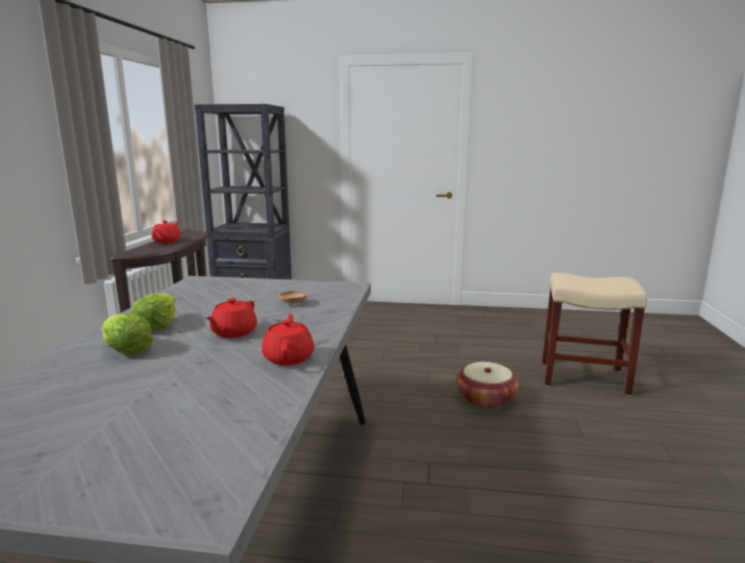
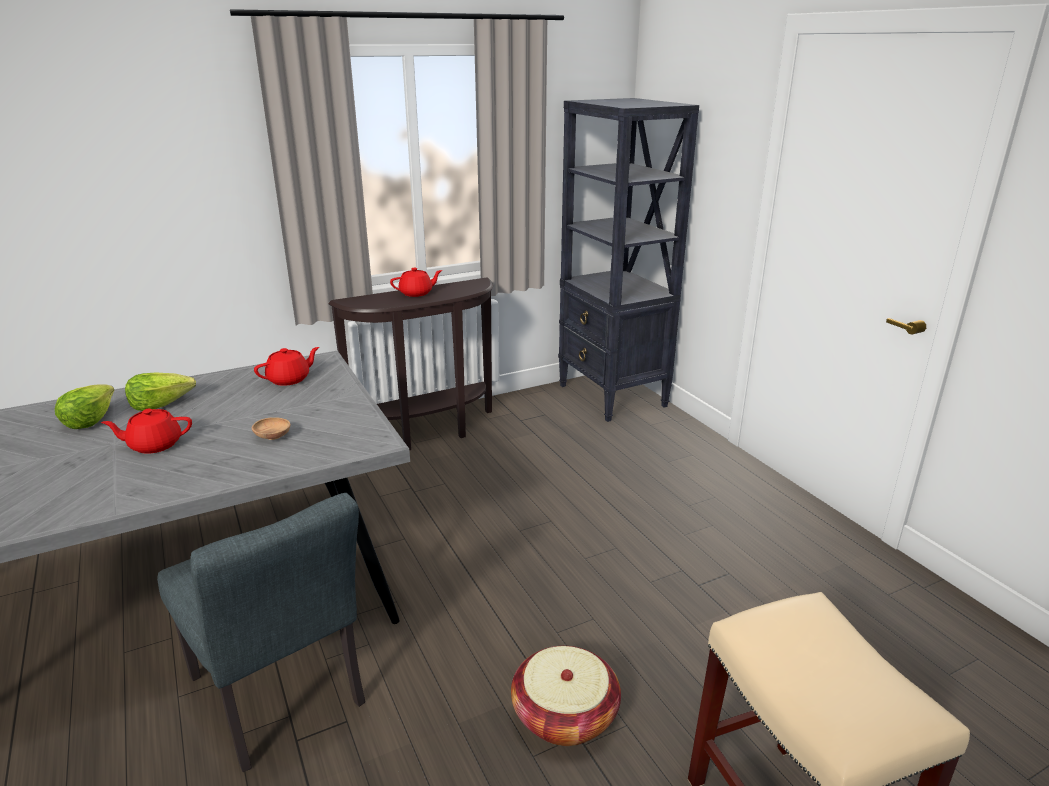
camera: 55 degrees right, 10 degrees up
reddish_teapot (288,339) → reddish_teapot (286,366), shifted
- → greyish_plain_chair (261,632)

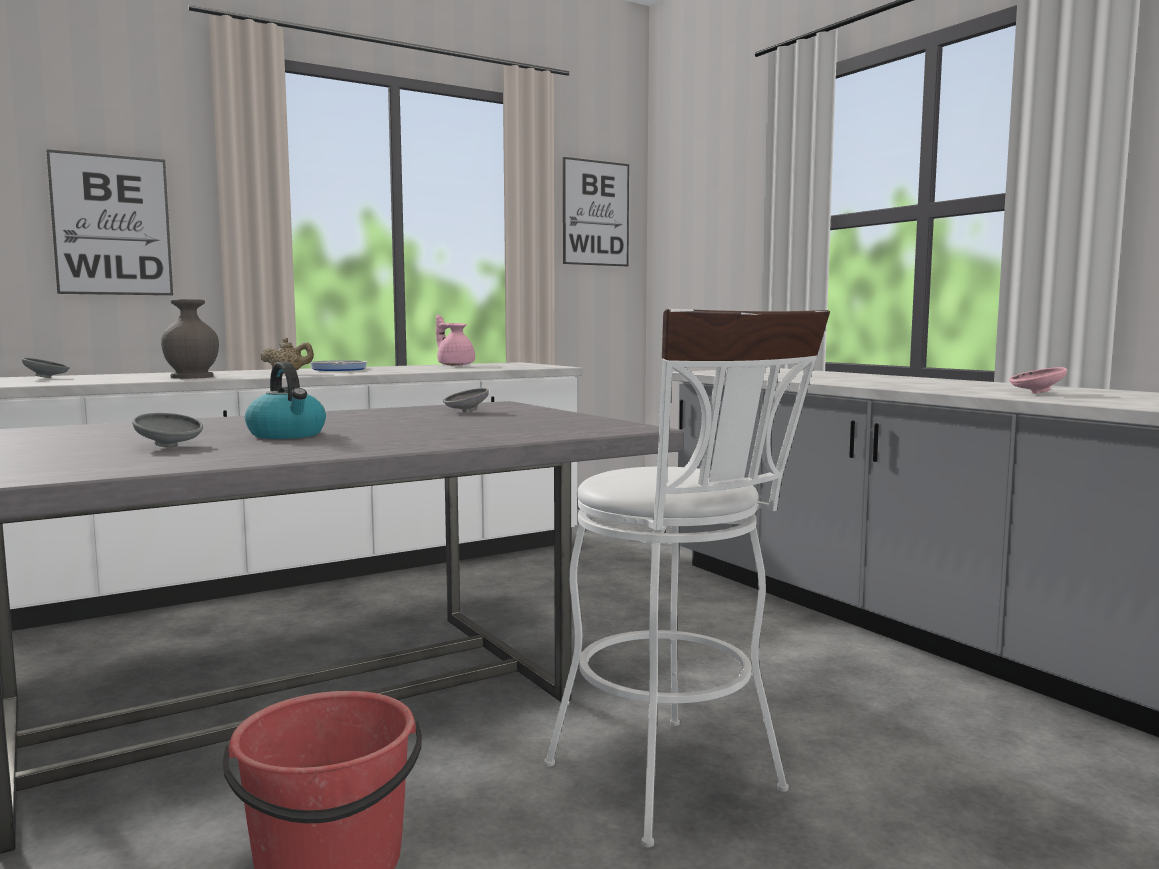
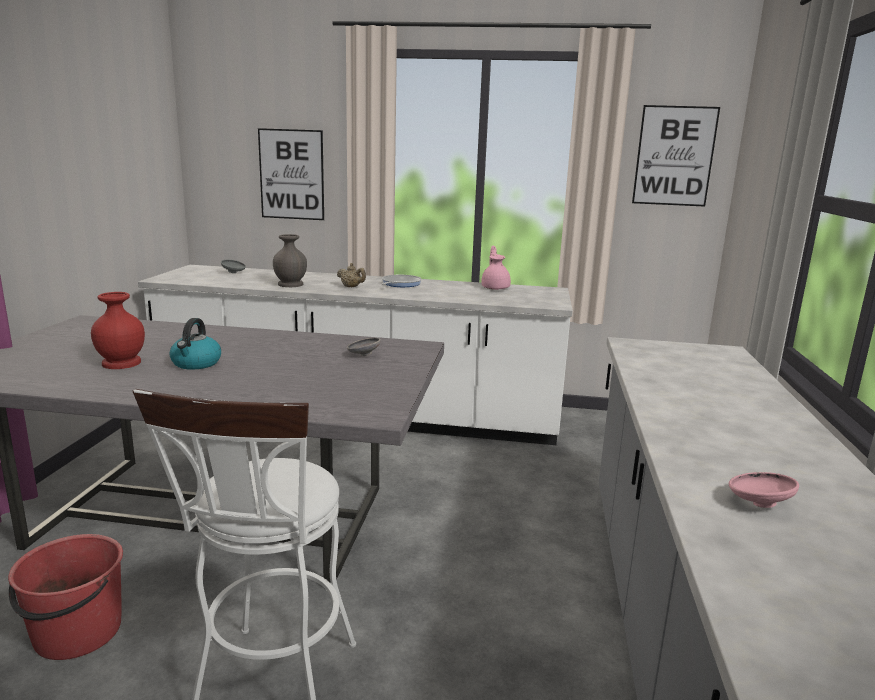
camera: 40 degrees right, 10 degrees up
greyish_serving_bowl (167,430) → reddish_flower_vase (118,330)

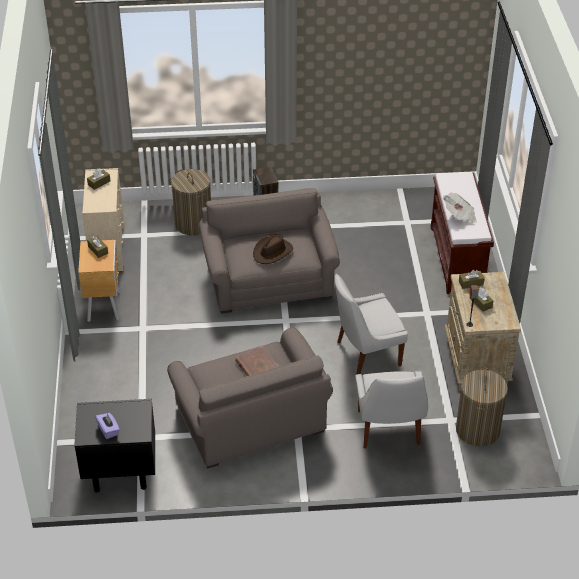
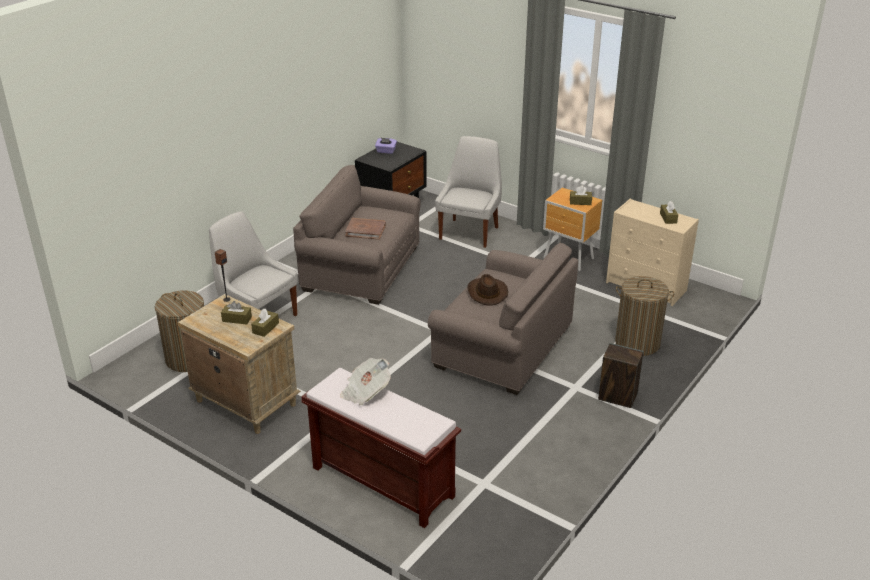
camera: 130 degrees right, 10 degrees down
whitish_plain_chair (371,324) → whitish_plain_chair (468,192), shifted

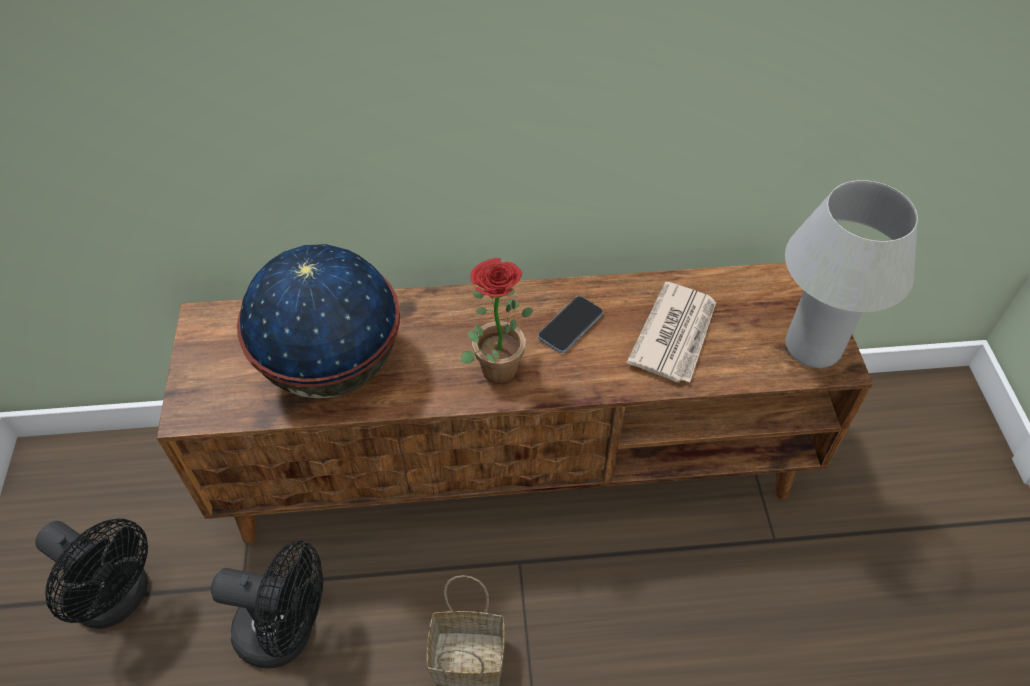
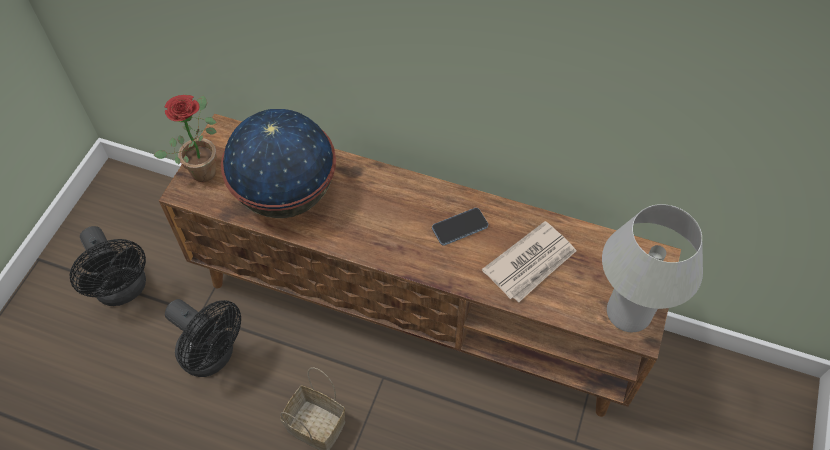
camera: 25 degrees right, 5 degrees up
potted_plant (497,321) → potted_plant (185,138), shifted

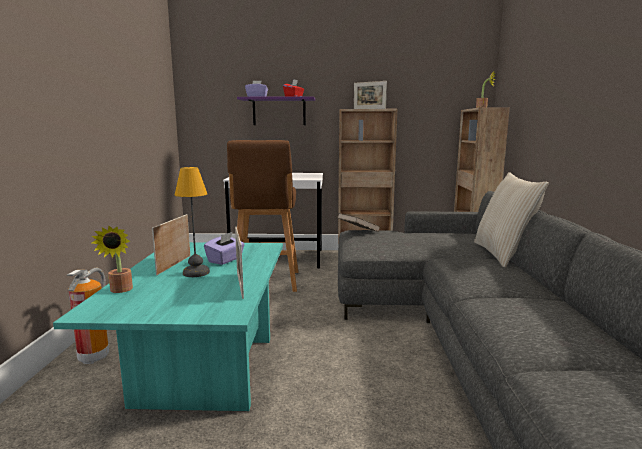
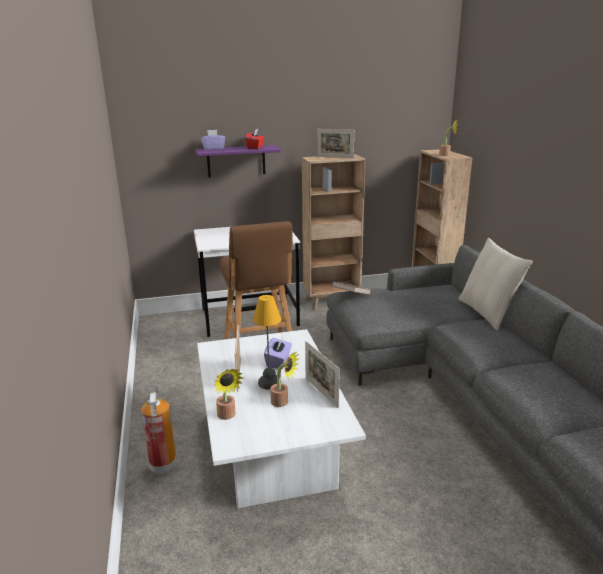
camera: 15 degrees left, 10 degrees up
turquoise-coloured_lounge_table (168,326) → whitish_lounge_table (281,418)
- → potted_plant (284,379)

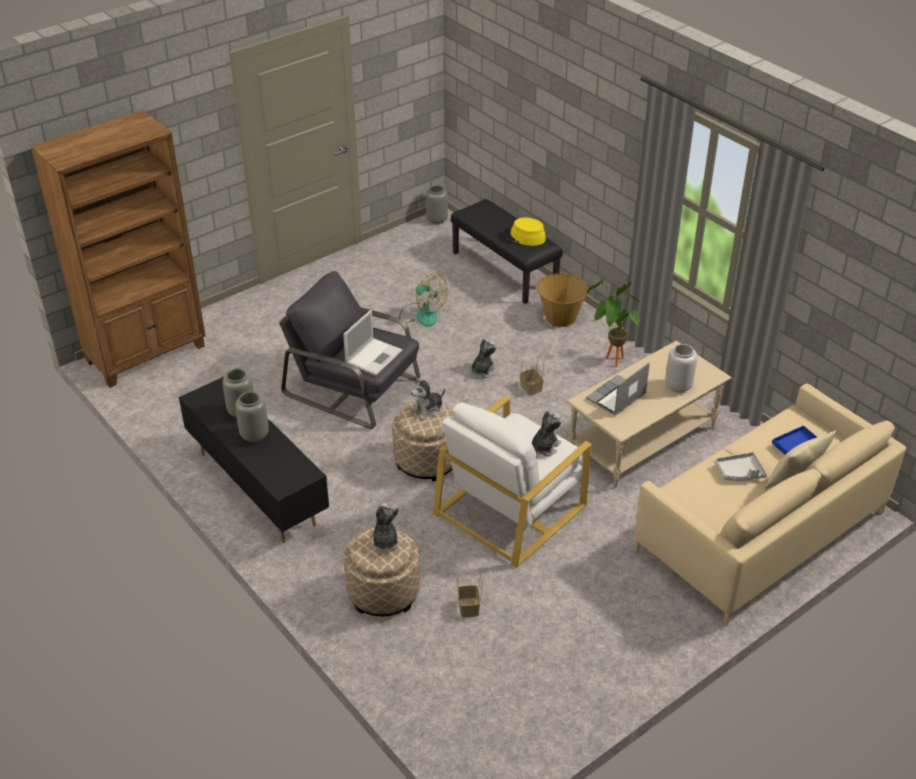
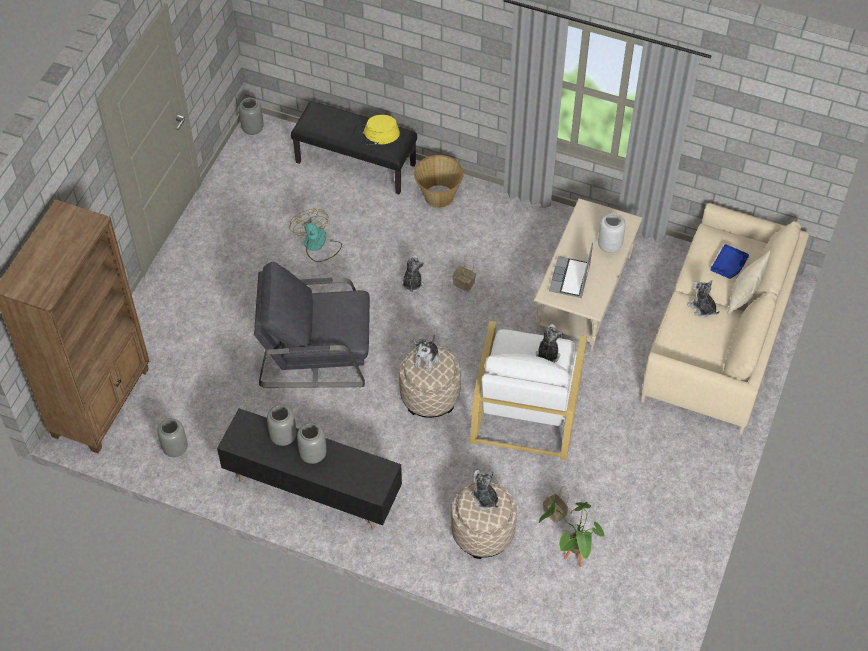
camera: 30 degrees left, 15 degrees up
electric_fan (423,300) → electric_fan (315,235), 120 degrees counterclockwise
potted_plant (613,321) → potted_plant (572,534), shifted
notebook_computer (372,342) → -
greyish_carrying_tray (741,466) → soft_toy (703,299)
- → greyish_flower_vase (172,437)

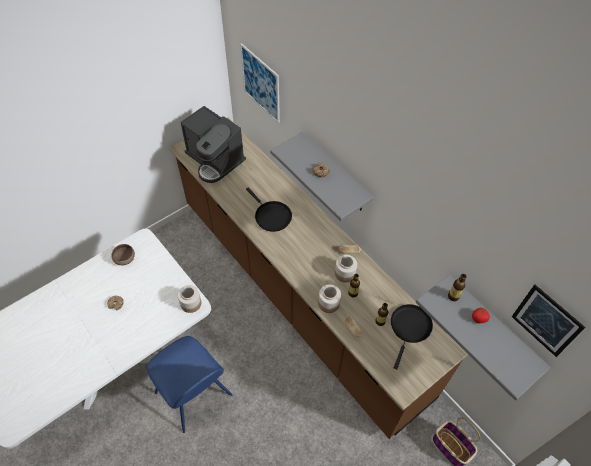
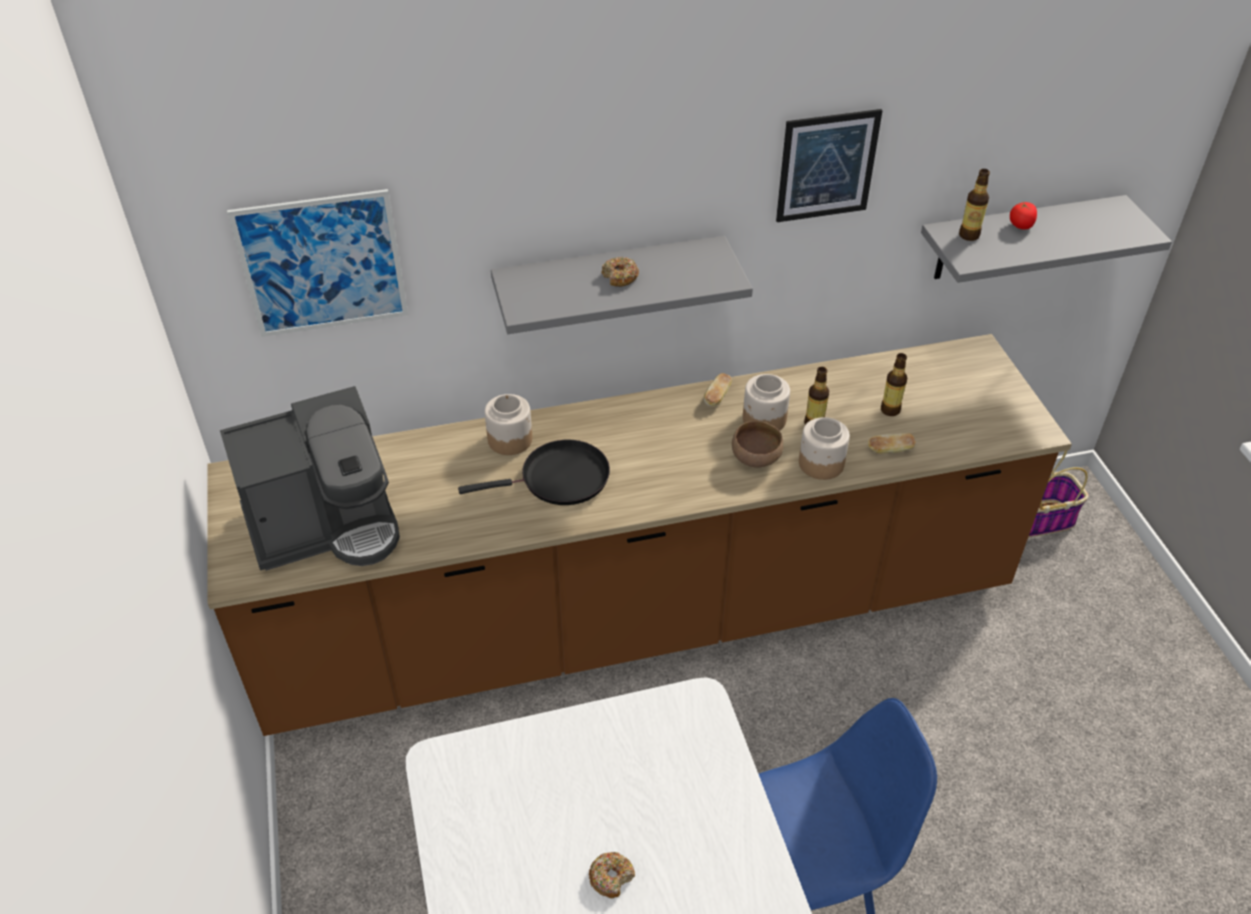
camera: 65 degrees left, 10 degrees down
brownish_serving_bowl (123,254) → brownish_serving_bowl (757,444), shifted
jar (189,299) → jar (508,424), shifted
picture (549,321) → picture (829,165), shifted
black-coloured_pan (412,337) → -

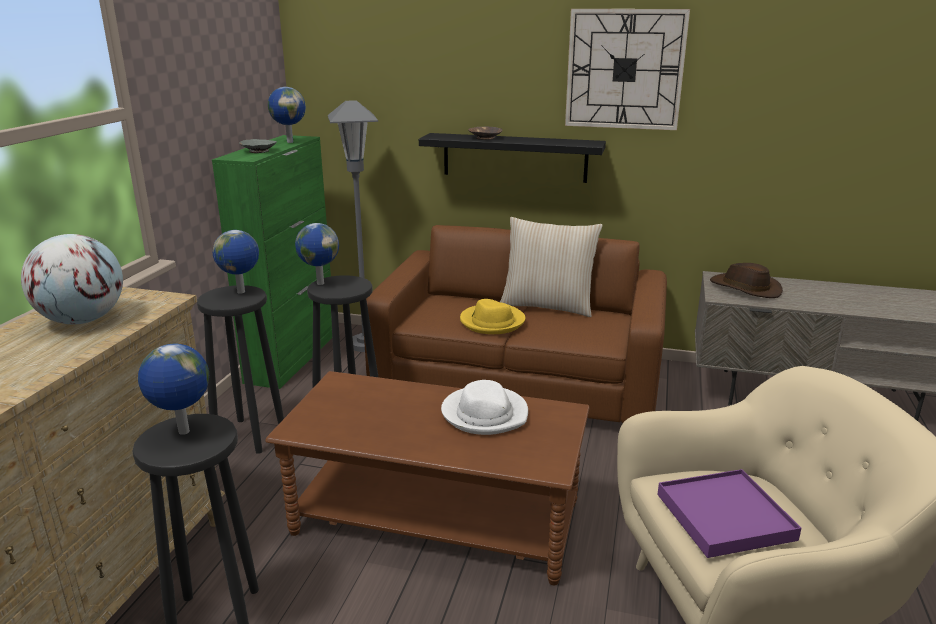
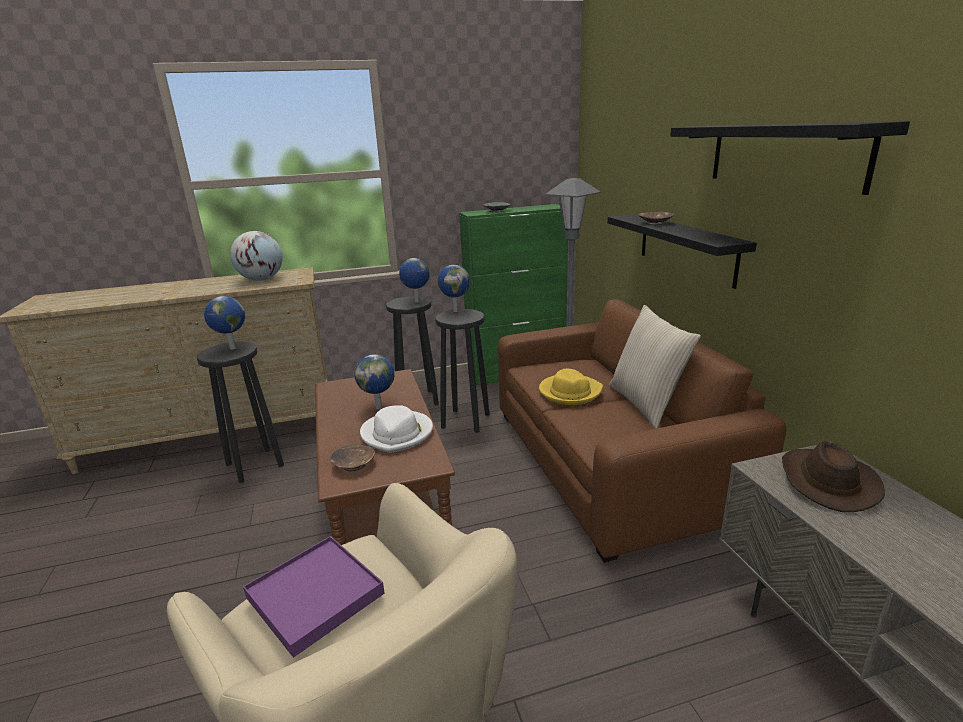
camera: 60 degrees right, 0 degrees up
hanging_clock (627,69) → black-coloured_bracket_shelf (790,158)
world_globe (287,115) → world_globe (374,381), shifted
- → brownish_serving_bowl (352,458)

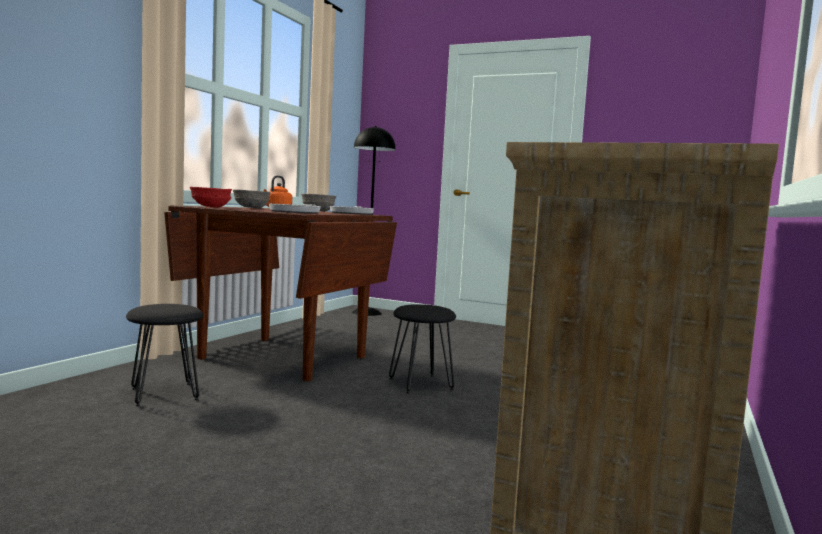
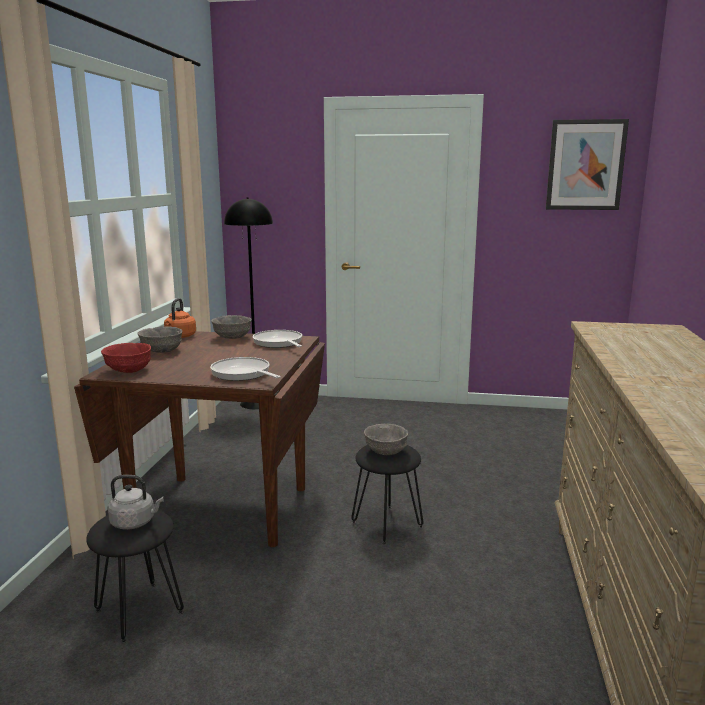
camera: 15 degrees left, 10 degrees up
- → picture (587,164)
- → greyish_serving_bowl (386,439)
- → greyish_kettle (136,502)

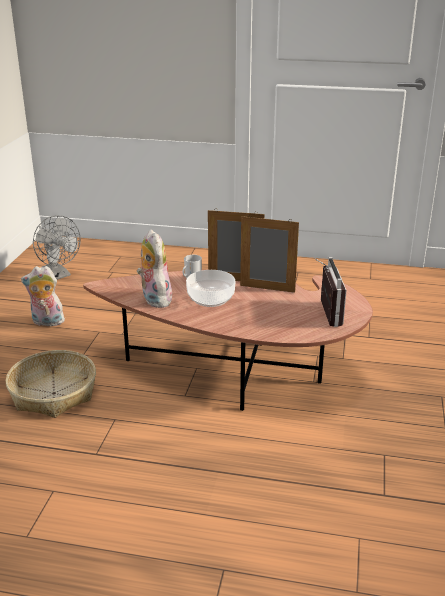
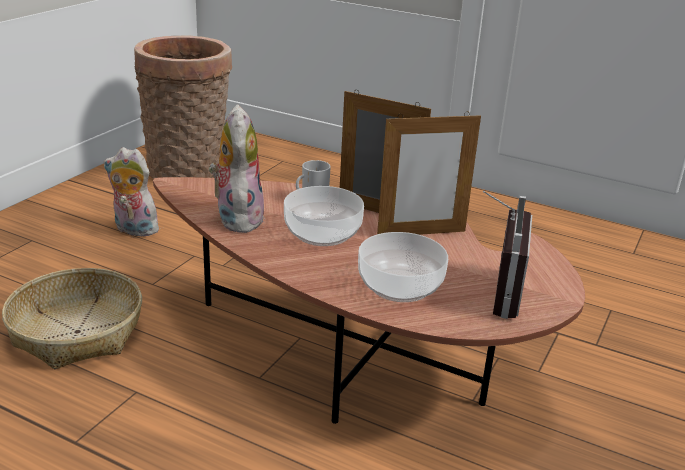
camera: 15 degrees right, 0 degrees up
greyish_electric_fan (57,247) → basket (183,107)
photo_frame (269,254) → photo_frame (429,173), 135 degrees clockwise
- → serving_bowl (403,267)

